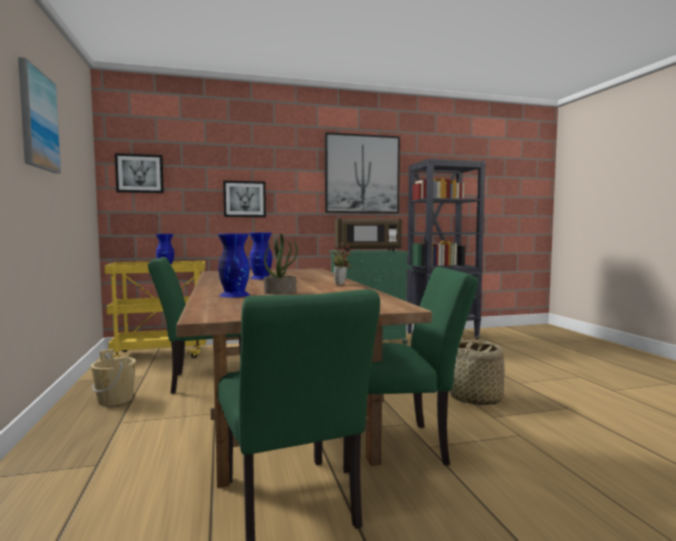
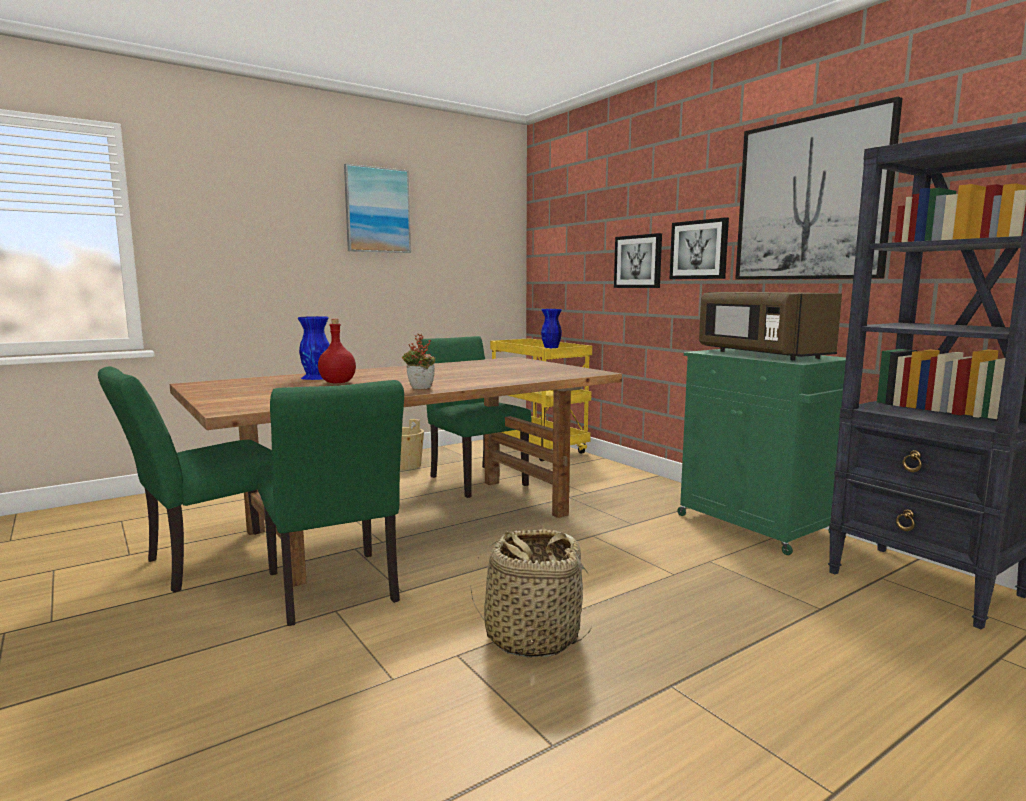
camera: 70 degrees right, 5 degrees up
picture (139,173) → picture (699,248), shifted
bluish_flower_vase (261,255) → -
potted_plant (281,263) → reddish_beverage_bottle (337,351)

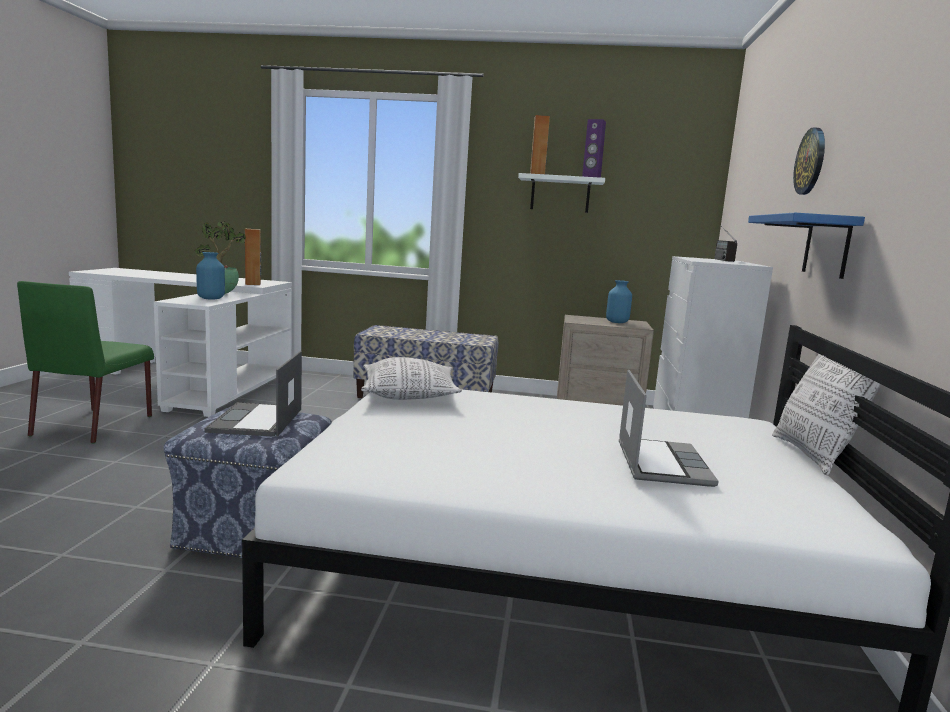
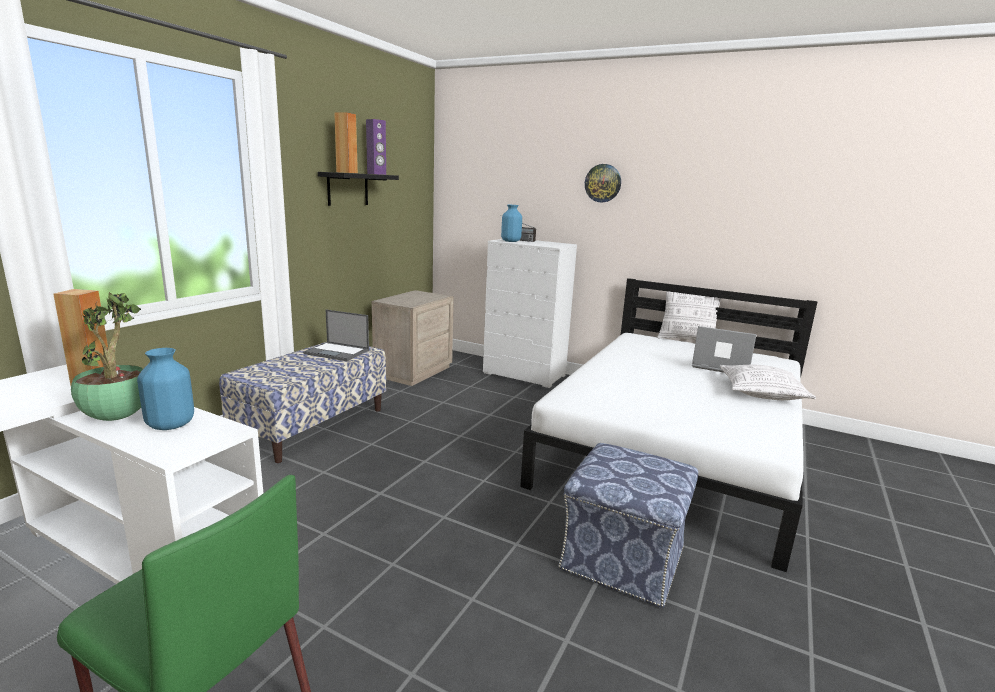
camera: 70 degrees left, 5 degrees up
whitish_bracket_shelf (561,193) → black-coloured_bracket_shelf (358,189)
bluish_bracket_shelf (806,246) → -
bluish_flower_vase (619,301) → bluish_flower_vase (511,223), shifted
notebook_computer (253,394) → notebook_computer (336,335), shifted
pillow (411,378) → pillow (768,382), shifted

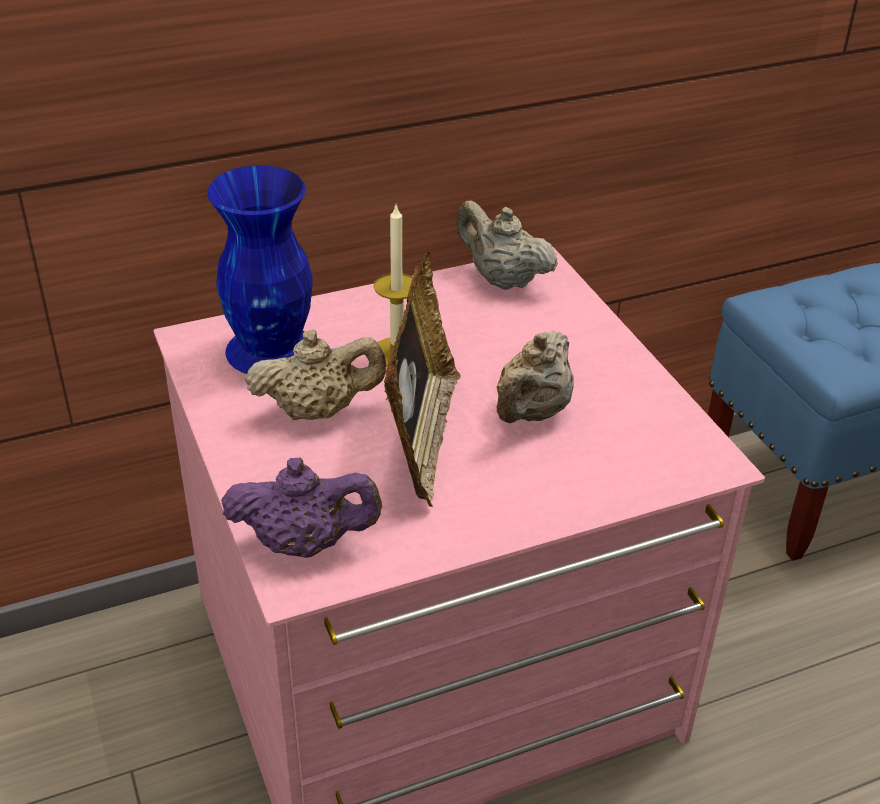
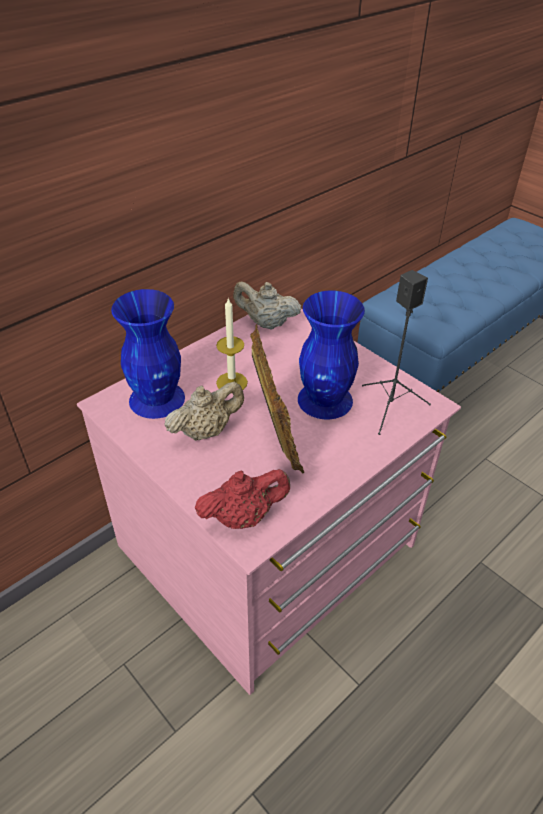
camera: 20 degrees left, 5 degrees up
beige-coloured_teapot (535,376) → bluish_flower_vase (331,355)
purple_teapot (301,507) → reddish_teapot (242,499)
- → black-coloured_loudspeaker (396,352)

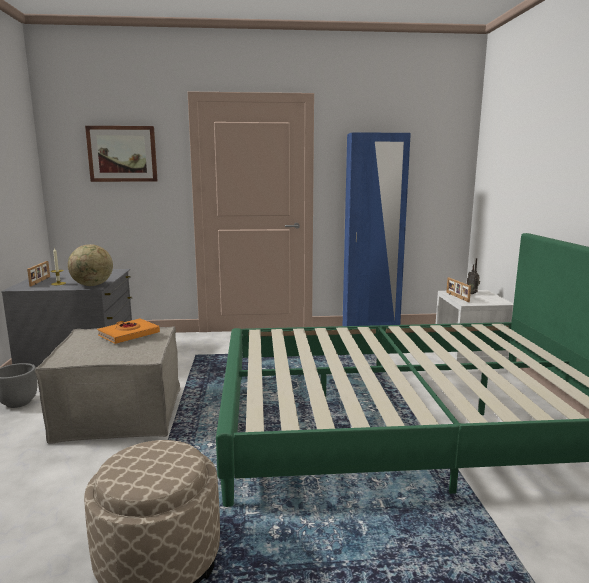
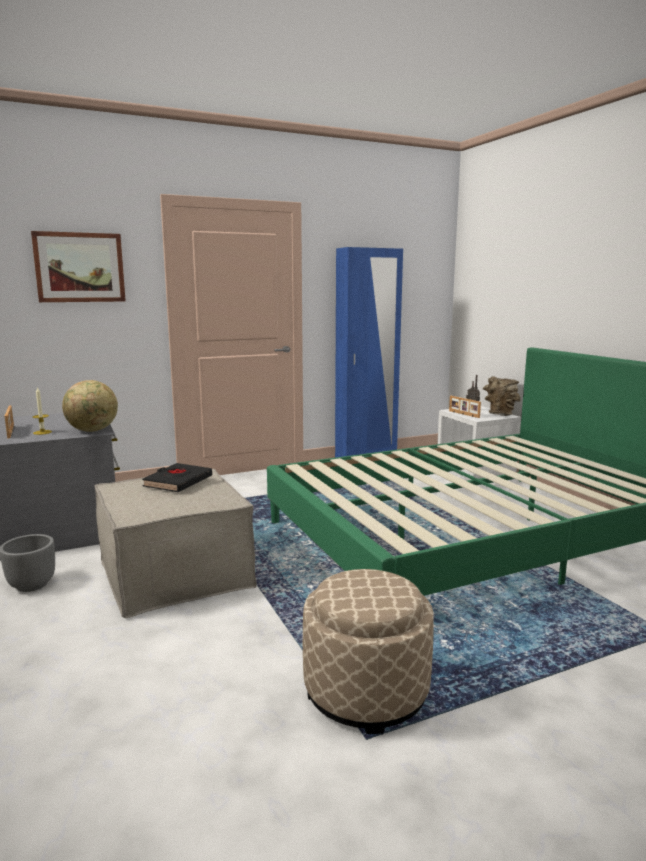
camera: 20 degrees left, 0 degrees up
orangey_bound_book (128,331) → black-coloured_bound_book (177,477)
- → brownish_flower_vase (502,396)

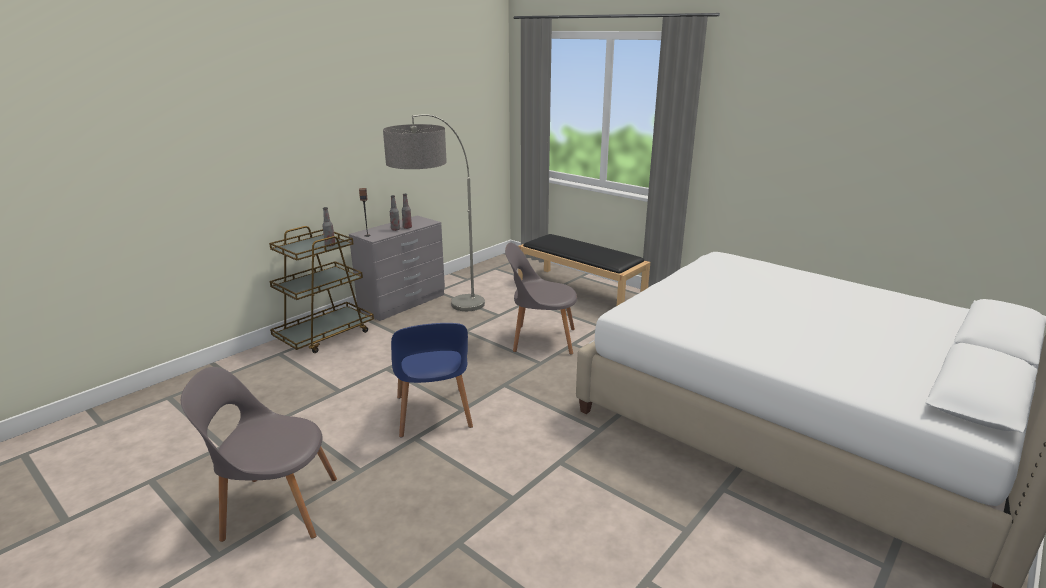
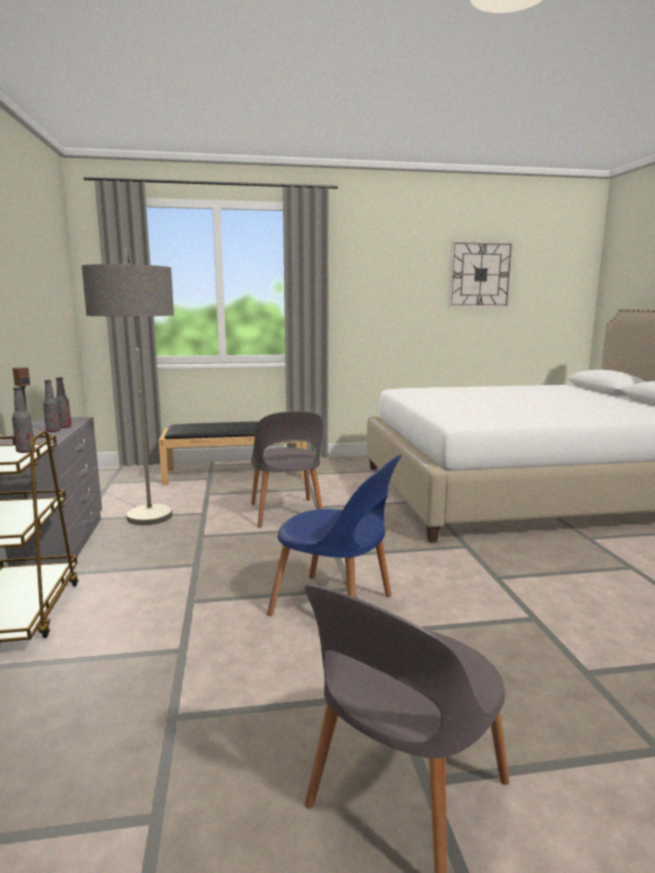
camera: 50 degrees left, 10 degrees down
greyish_plain_chair (541,299) → greyish_plain_chair (287,469), 60 degrees counterclockwise
- → hanging_clock (481,274)

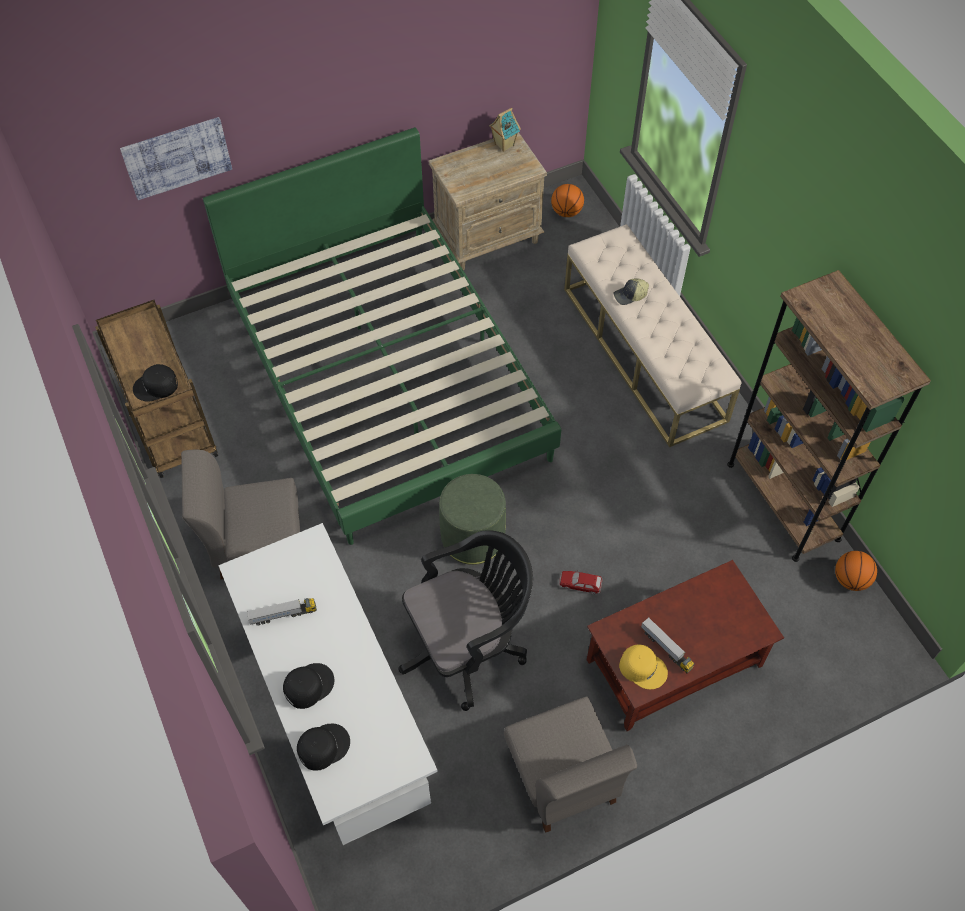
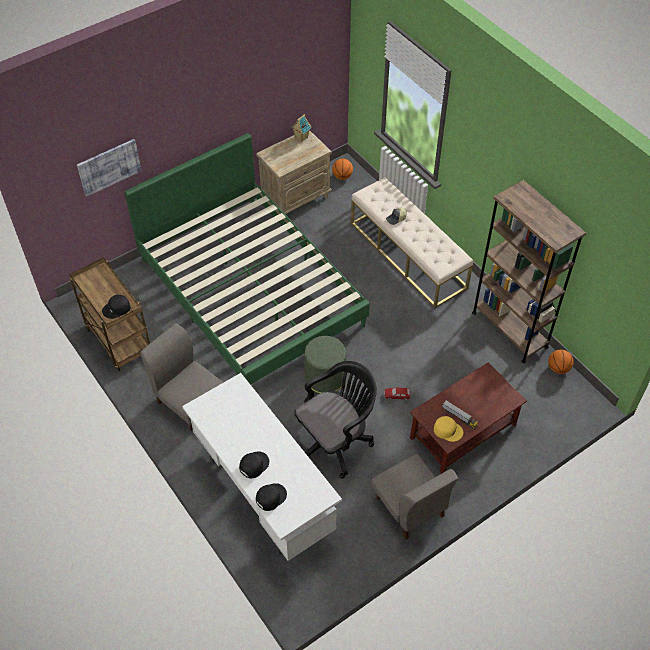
camera: 10 degrees left, 5 degrees down
greyish_plain_chair (240,514) → greyish_plain_chair (182,377), 60 degrees clockwise
toy_lorry (282,612) → -

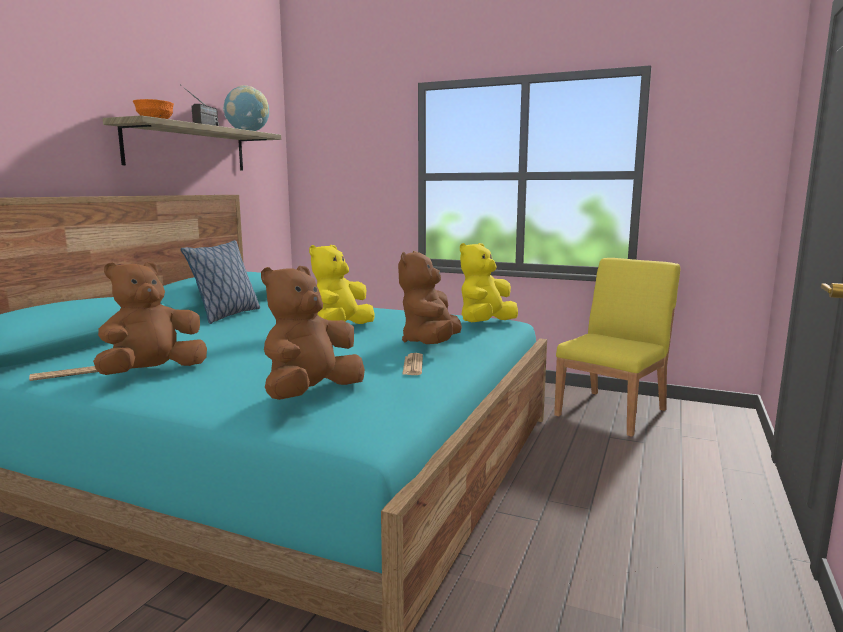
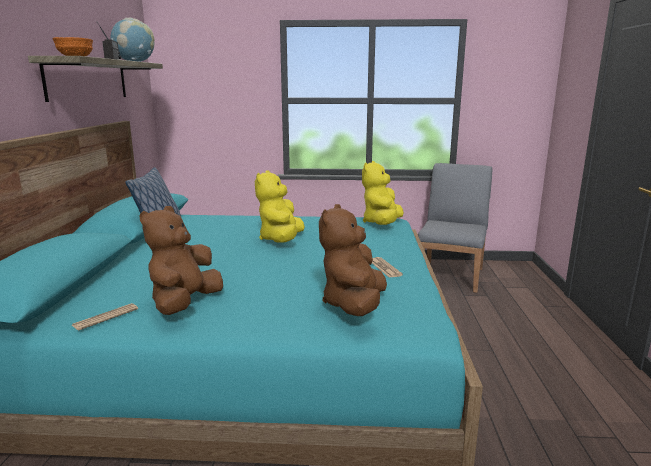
camera: 20 degrees left, 5 degrees up
brownish_soft_toy (430,297) → -
yellow-coloured_plain_chair (617,347) → greyish_plain_chair (455,228)

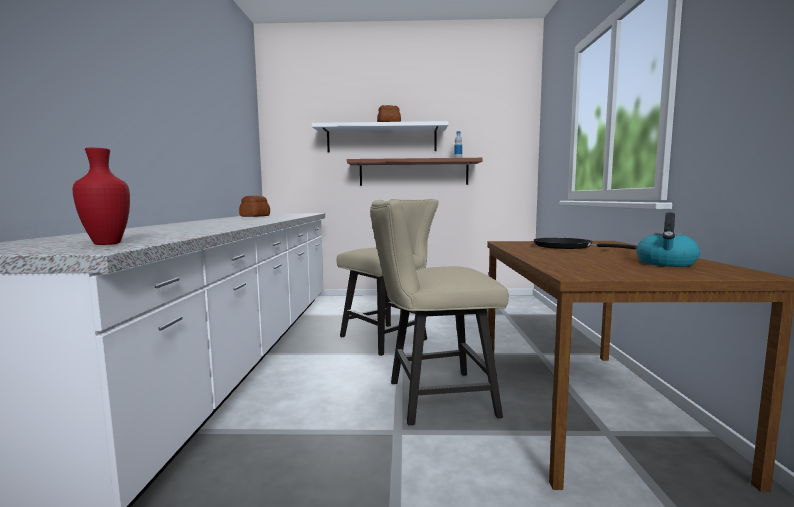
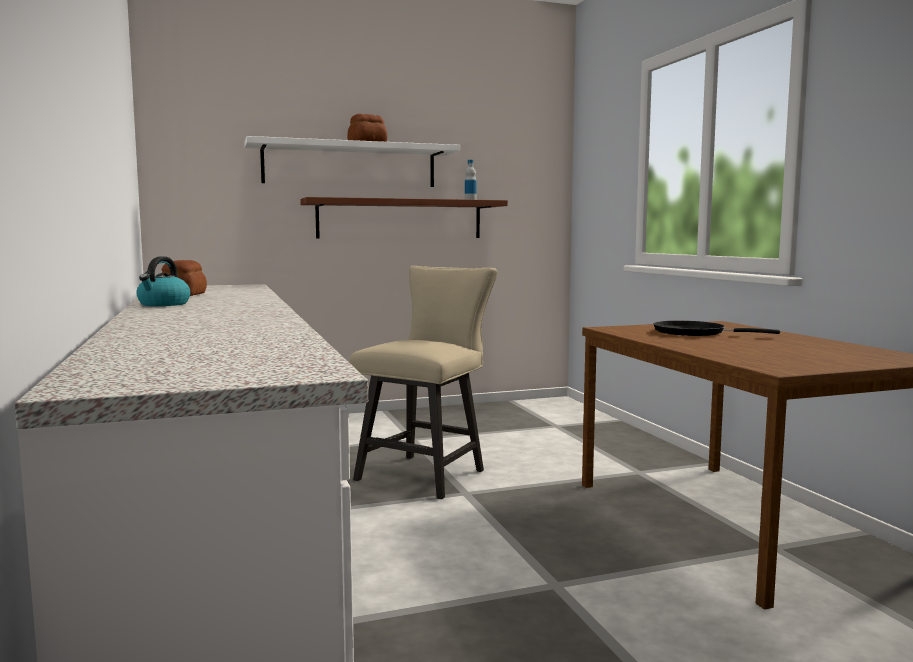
camera: 20 degrees left, 0 degrees up
reddish_flower_vase (101,196) → -
beige-coloured_plain_chair (439,312) → -
kettle (668,240) → kettle (163,281), shifted

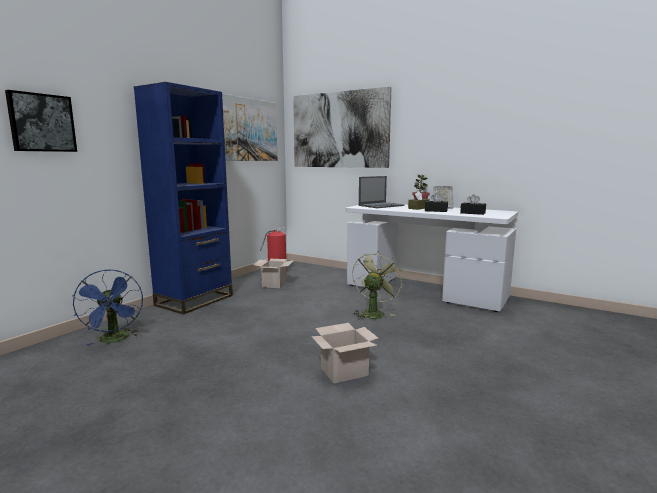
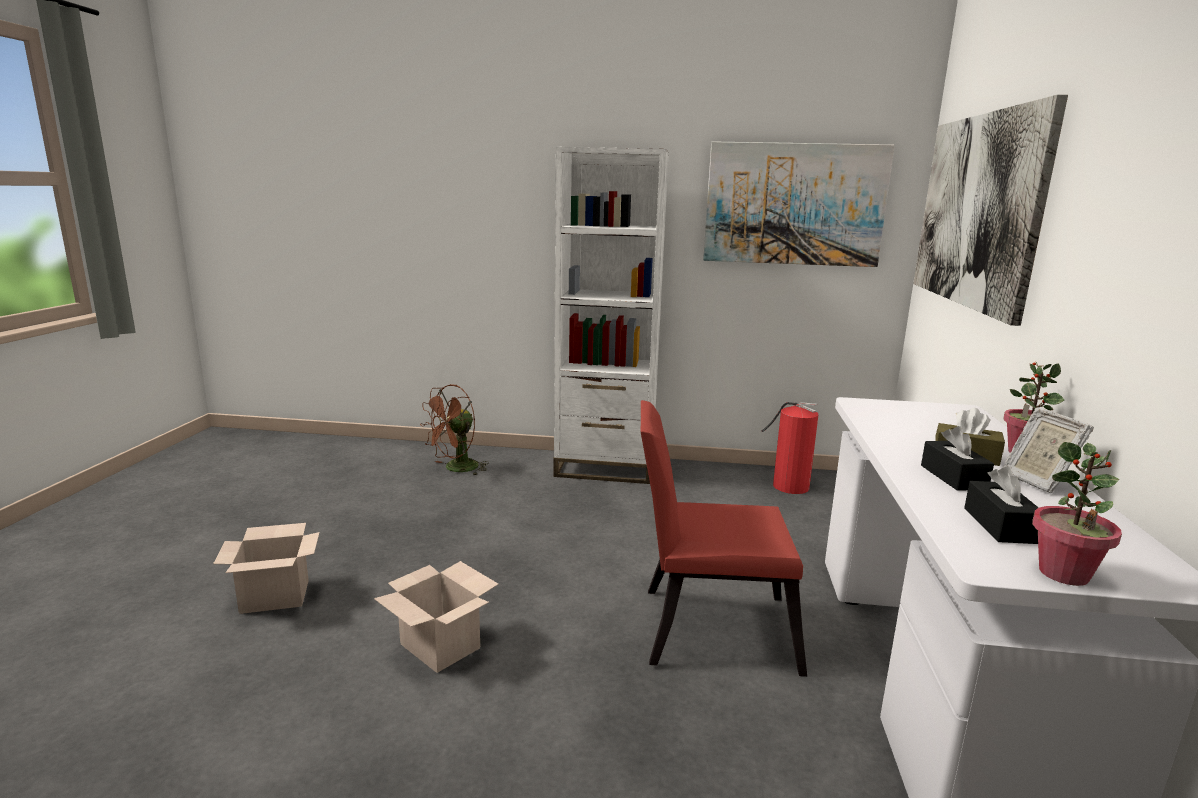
camera: 65 degrees right, 5 degrees up
bluish_shelving_unit (183,198) → whitish_shelving_unit (611,315)
picture (41,121) → -
notebook_computer (381,192) → -
green-coloured_electric_fan (377,285) → reddish_plain_chair (723,538)
cardboard_box (273,273) → cardboard_box (266,568), shifted
bluish_electric_fan (107,307) → brownish_electric_fan (454,429)
- → potted_plant (1077,514)

